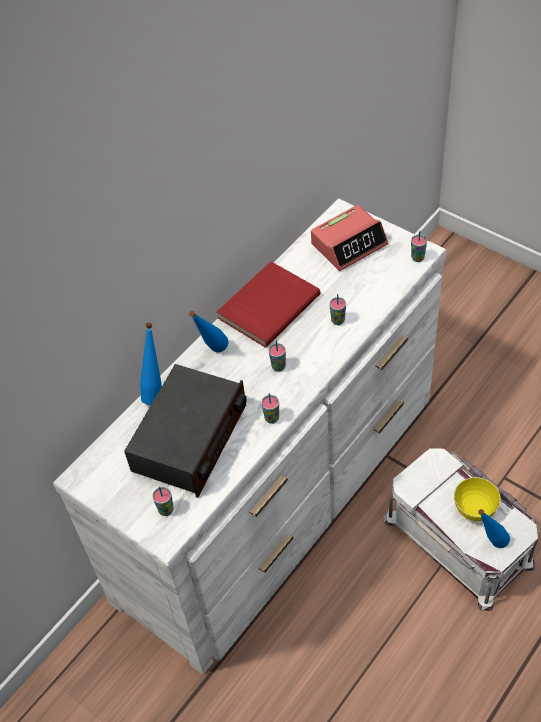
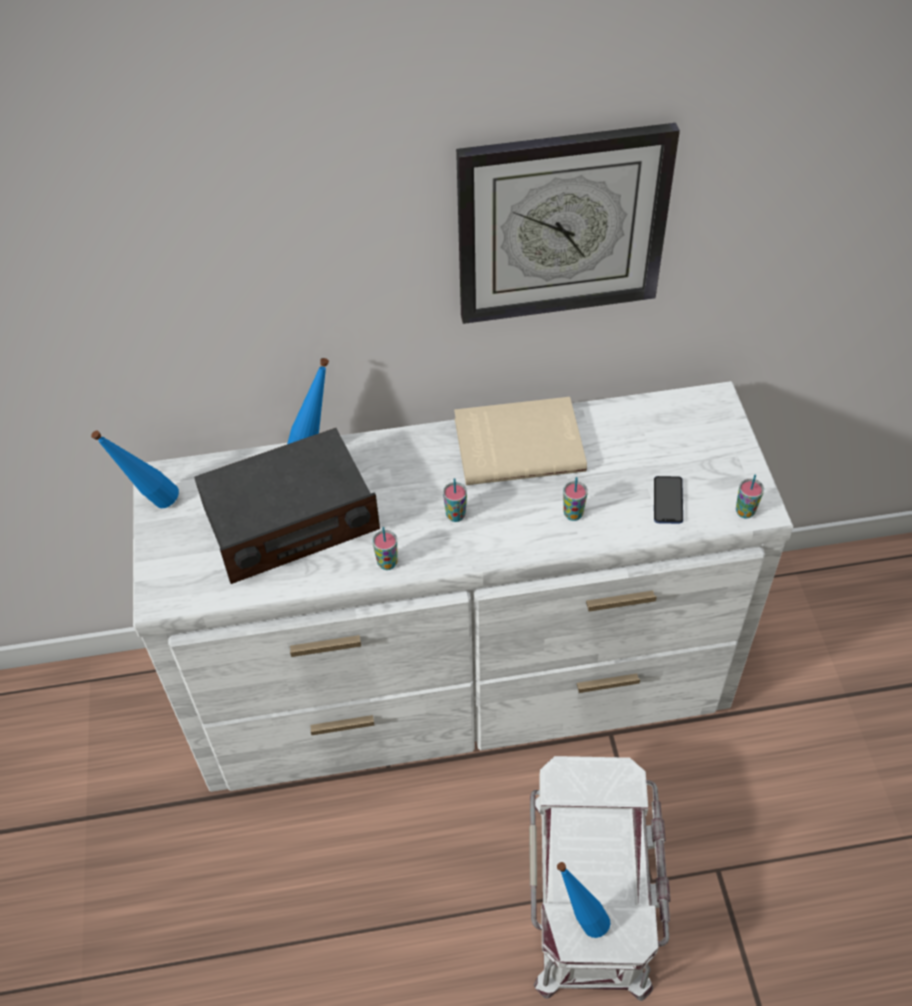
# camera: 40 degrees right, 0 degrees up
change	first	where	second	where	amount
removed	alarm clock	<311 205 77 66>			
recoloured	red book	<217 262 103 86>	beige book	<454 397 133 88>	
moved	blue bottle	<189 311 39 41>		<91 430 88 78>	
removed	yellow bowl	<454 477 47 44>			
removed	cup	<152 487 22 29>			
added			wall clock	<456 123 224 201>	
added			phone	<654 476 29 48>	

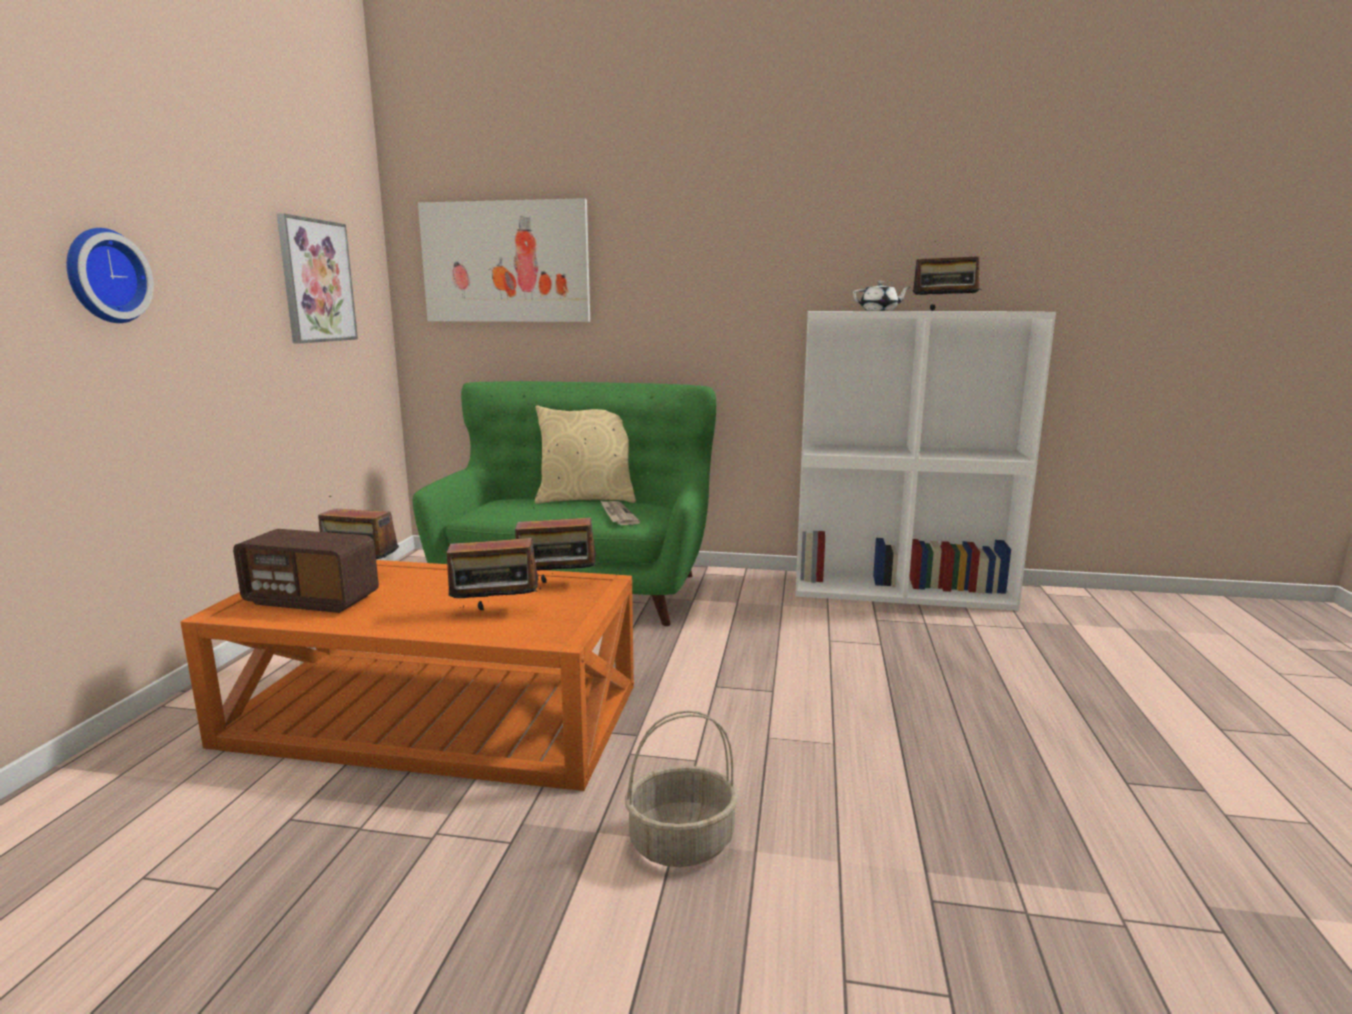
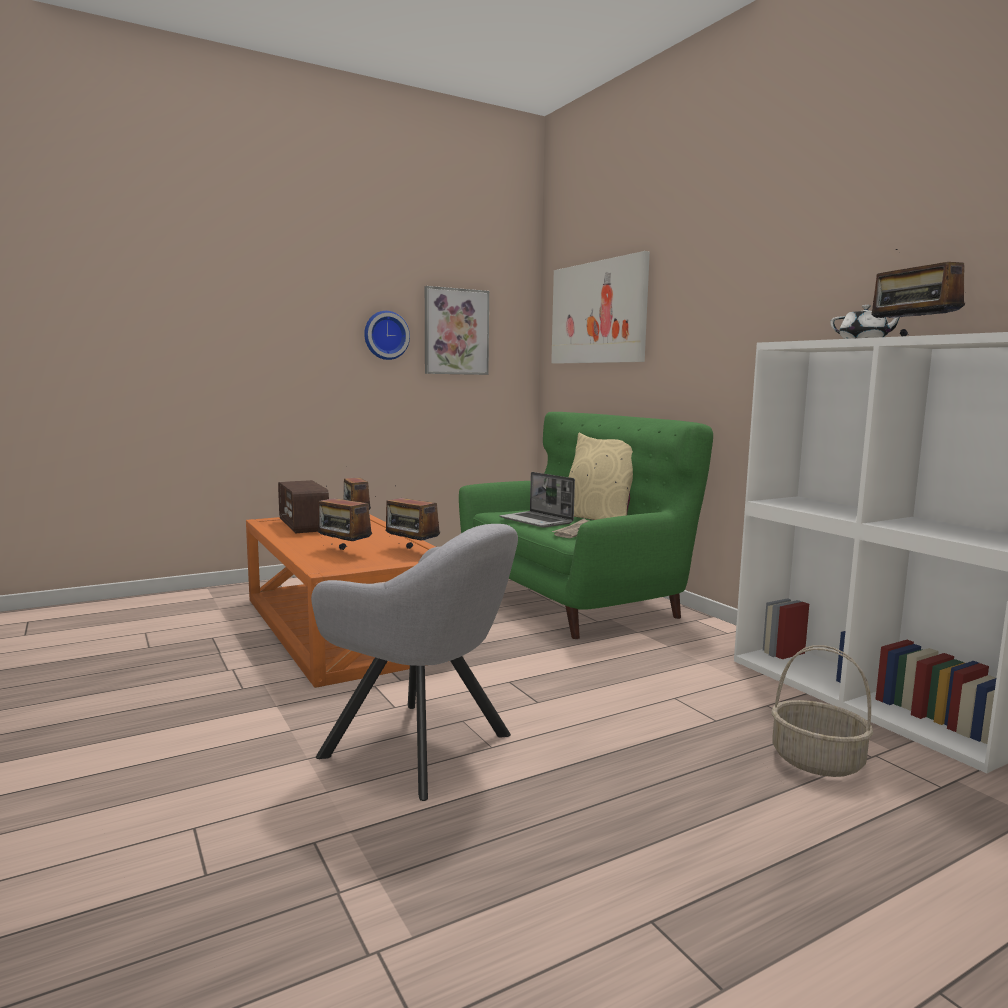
# camera: 50 degrees right, 5 degrees down
change	first	where	second	where	amount
moved	wall clock	<66 228 88 95>		<364 311 46 49>	
moved	basket	<625 710 114 157>		<771 645 102 132>	
added			laptop	<500 472 75 56>	
added			grey armchair	<311 524 207 277>	

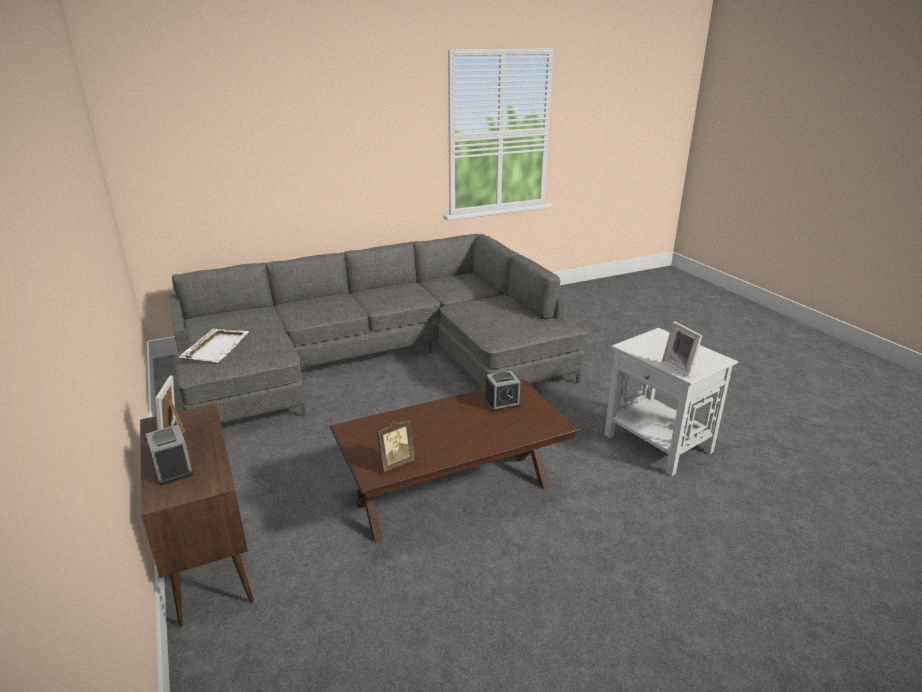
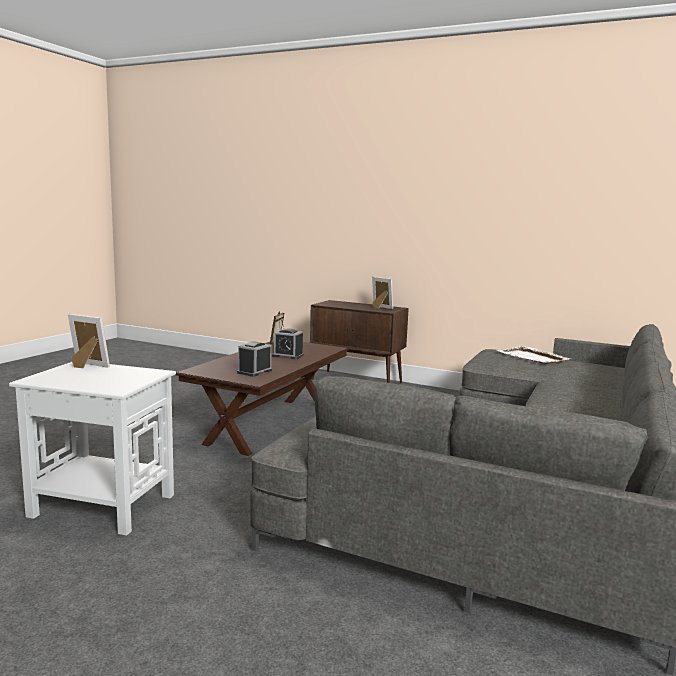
# camera: 140 degrees right, 15 degrees down
change	first	where	second	where	amount
moved	alarm clock	<146 424 47 61>		<272 328 32 31>	

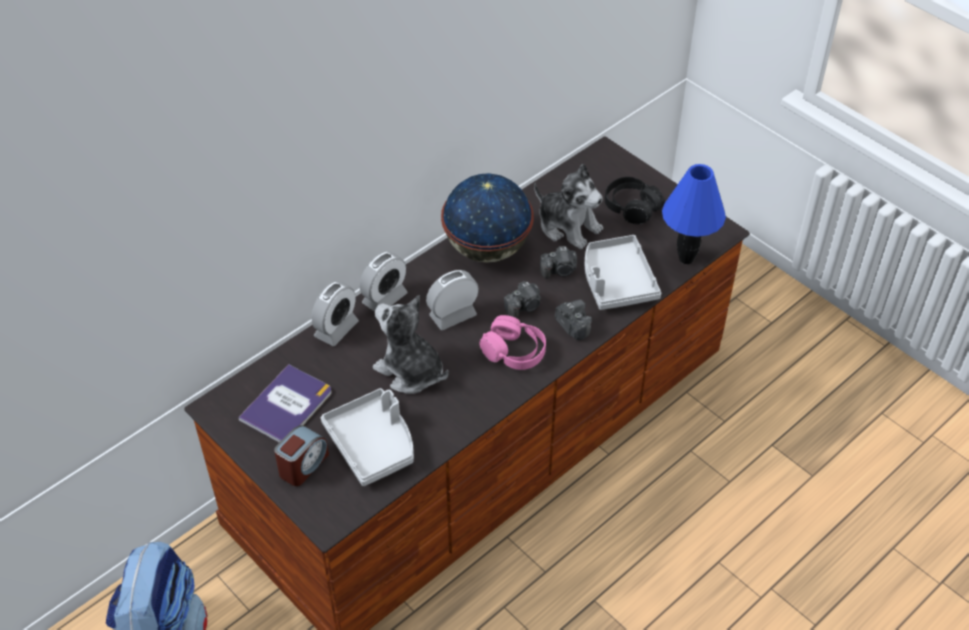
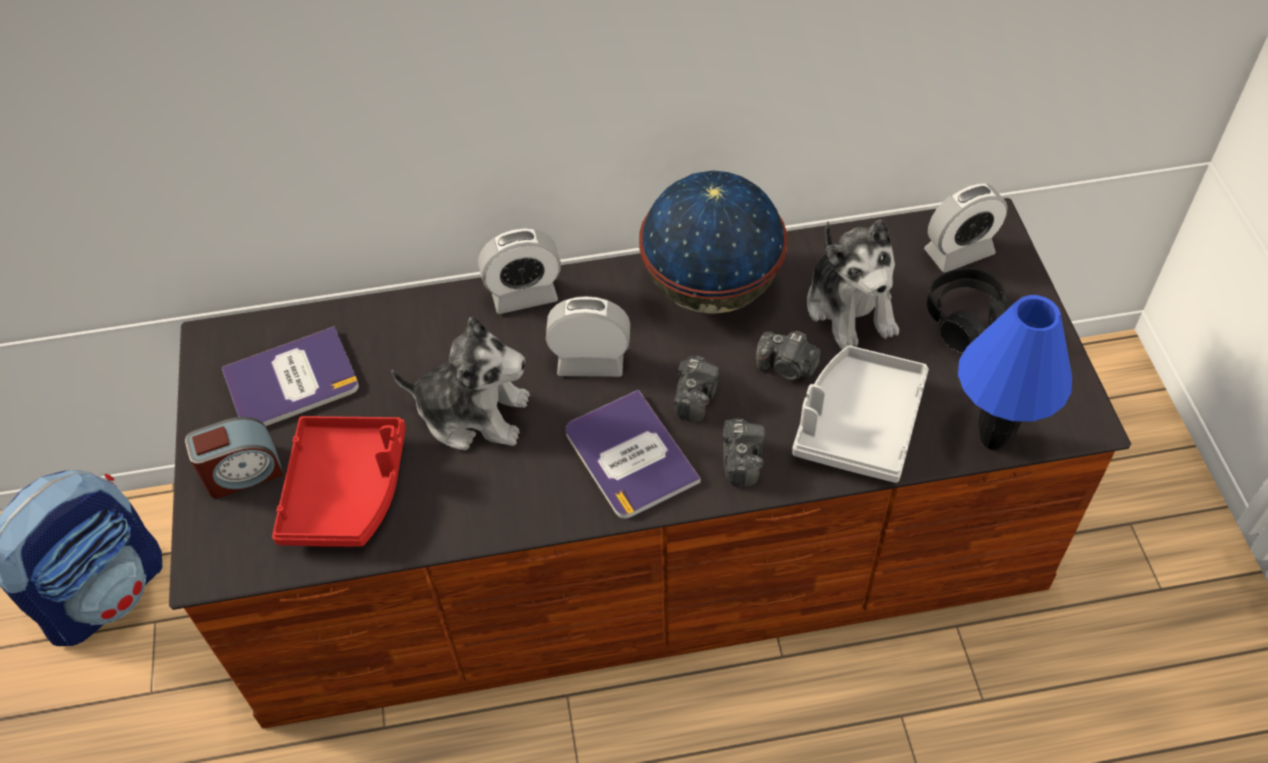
# camera: 35 degrees right, 5 degrees up
change	first	where	second	where	amount
moved	alarm clock	<312 281 47 65>		<924 183 84 89>	
turned	photo camera	<504 281 37 37>		<674 356 45 66>	75 degrees counterclockwise
turned	plush toy	<373 295 76 99>		<391 317 139 133>	120 degrees clockwise
replaced	pink headphones	<480 315 66 55>	book	<566 390 135 129>	
recoloured	grey tray	<321 388 93 98>	red tray	<272 416 134 131>	

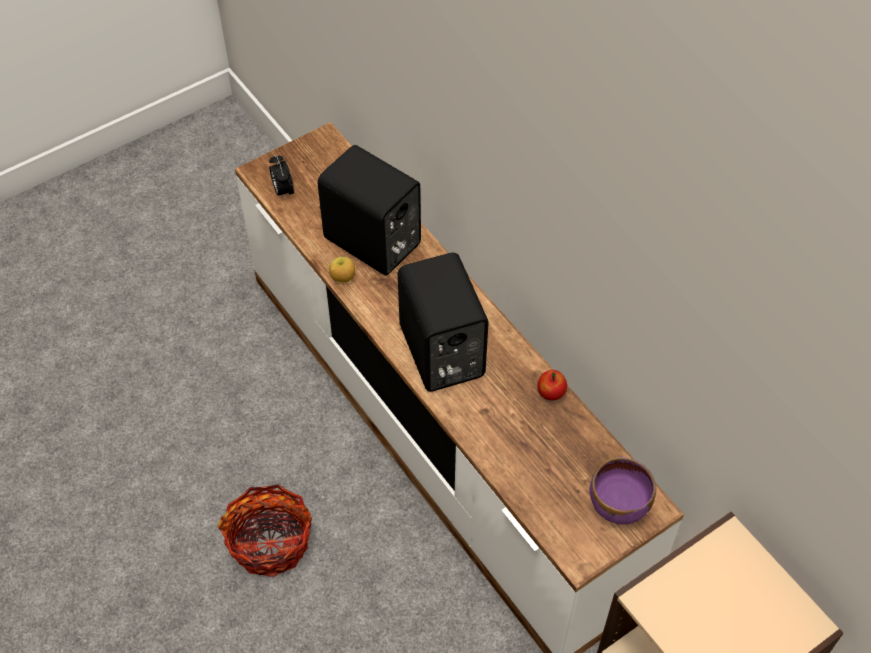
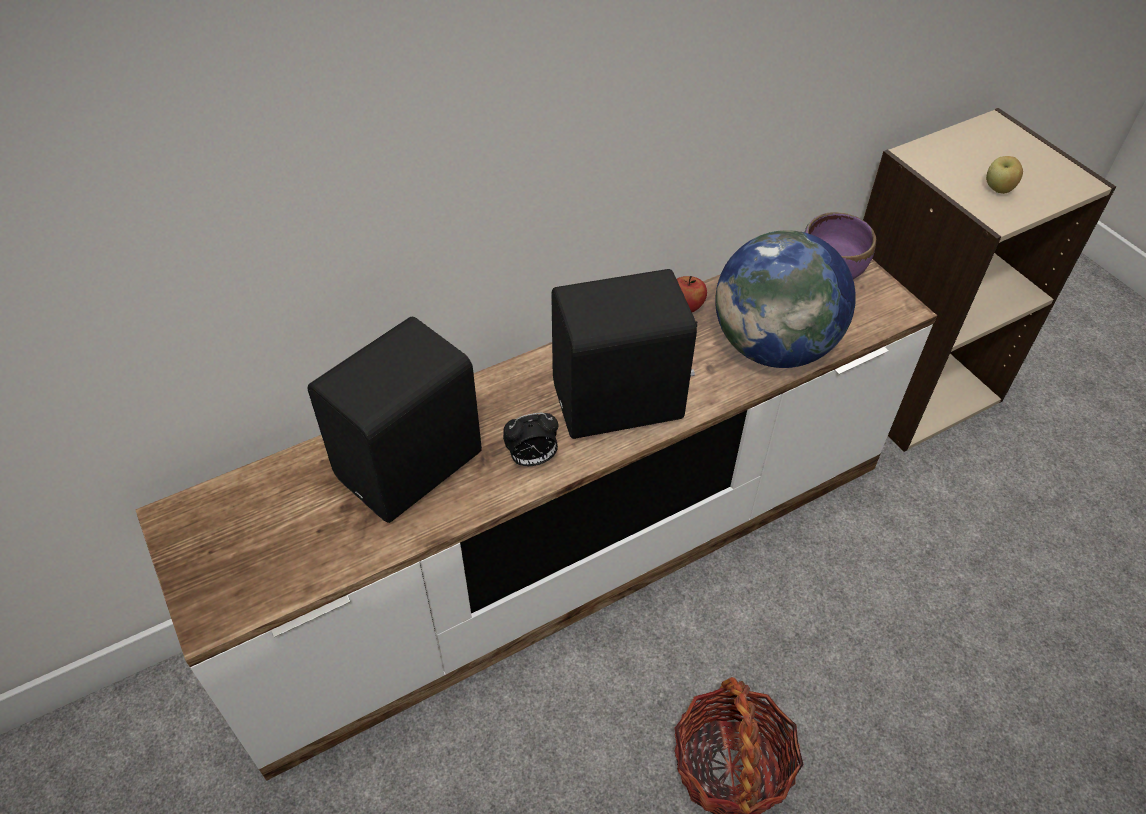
# camera: 85 degrees left, 5 degrees down
change	first	where	second	where	amount
moved	alarm clock	<269 155 25 44>		<503 413 56 53>	
moved	apple	<329 257 26 25>		<986 156 37 38>	
added			globe	<715 230 141 138>	

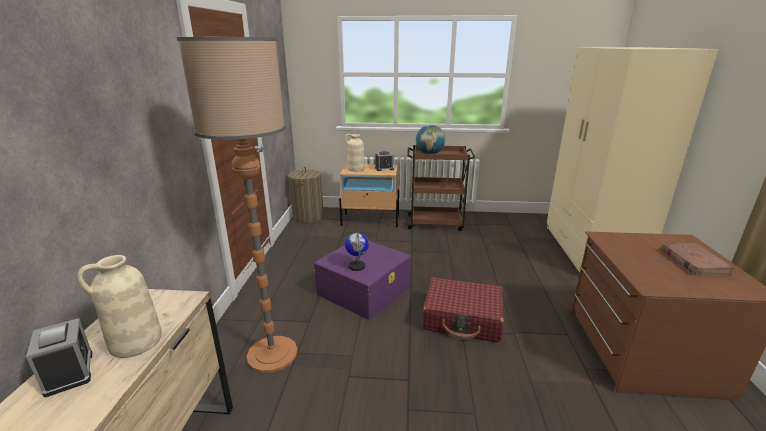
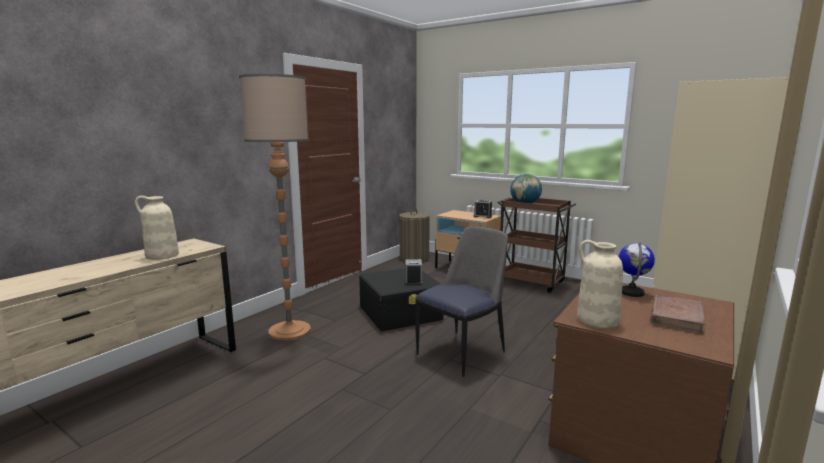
# camera: 30 degrees right, 10 degrees down
change	first	where	second	where	amount
moved	beige vase	<345 134 20 38>		<577 240 46 88>	
moved	globe	<345 232 24 39>		<619 241 36 56>	
recoloured	purple storage box	<314 241 97 79>	black storage box	<359 268 85 63>	
replaced	red suitcase	<423 277 81 66>	chair	<415 226 93 151>	
moved	alarm clock	<26 318 66 79>		<405 259 17 26>	

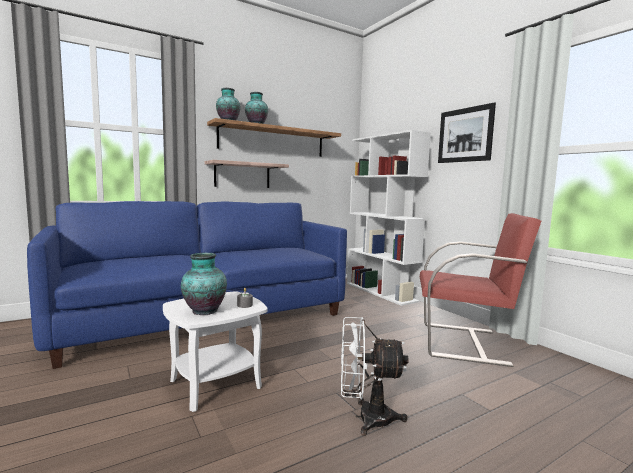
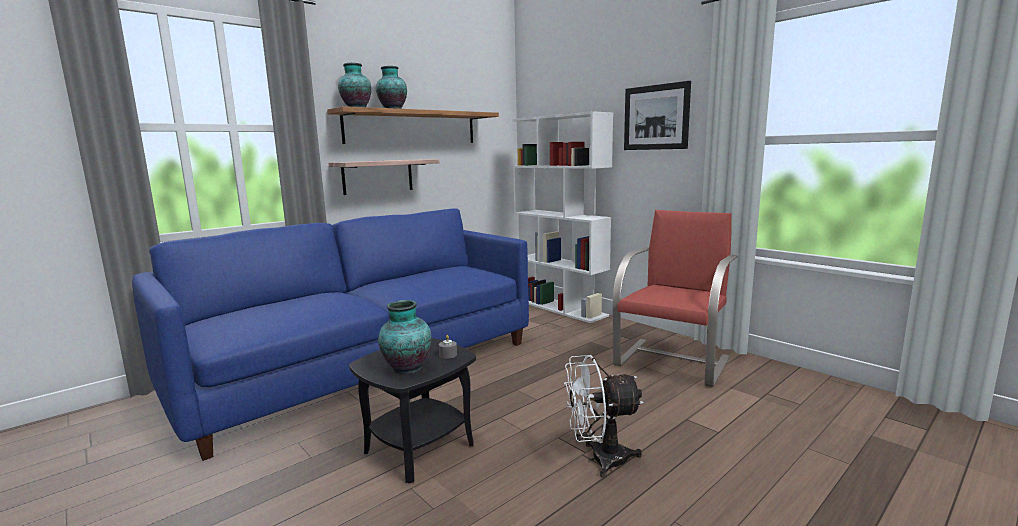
# camera: 10 degrees left, 5 degrees up
change	first	where	second	where	amount
turned	red armchair	<420 213 121 154>		<613 210 125 177>	60 degrees counterclockwise
recoloured	white side table	<163 291 105 121>	black side table	<349 338 127 146>	

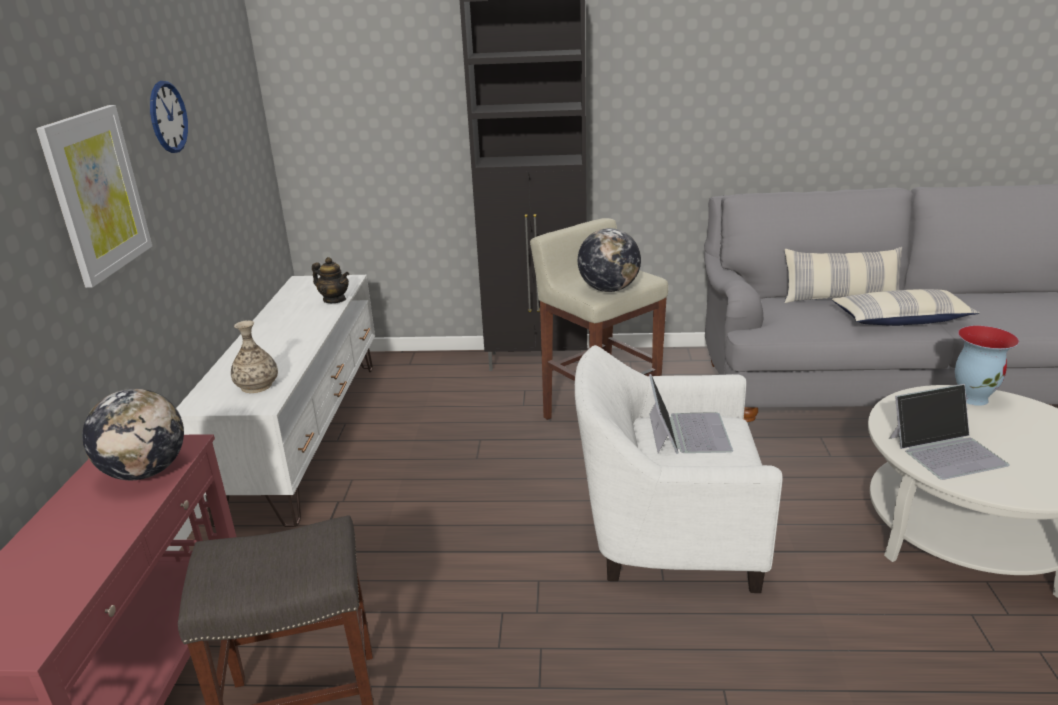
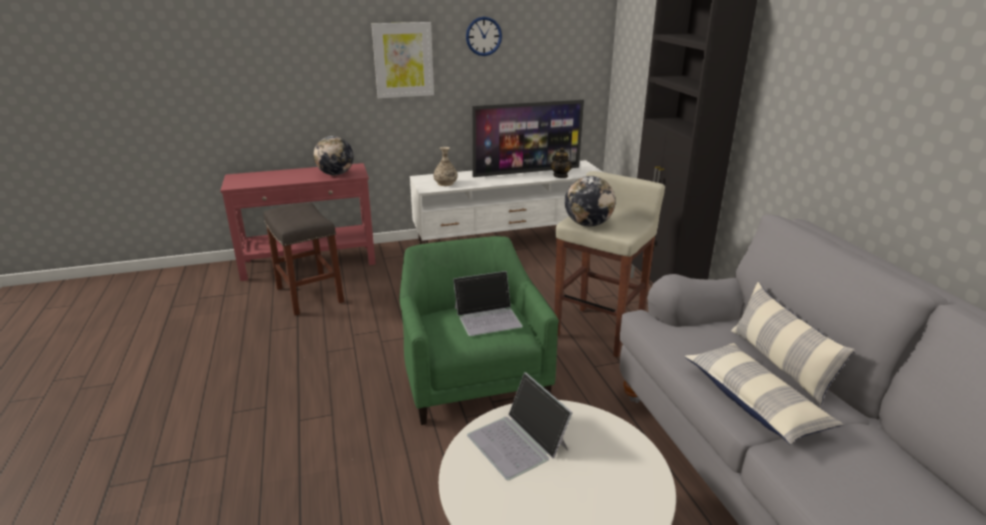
# camera: 70 degrees right, 0 degrees up
change	first	where	second	where	amount
removed	vase	<955 326 64 80>			
recoloured	white armchair	<575 345 208 248>	green armchair	<399 236 160 189>	
added			television	<472 100 112 77>	

